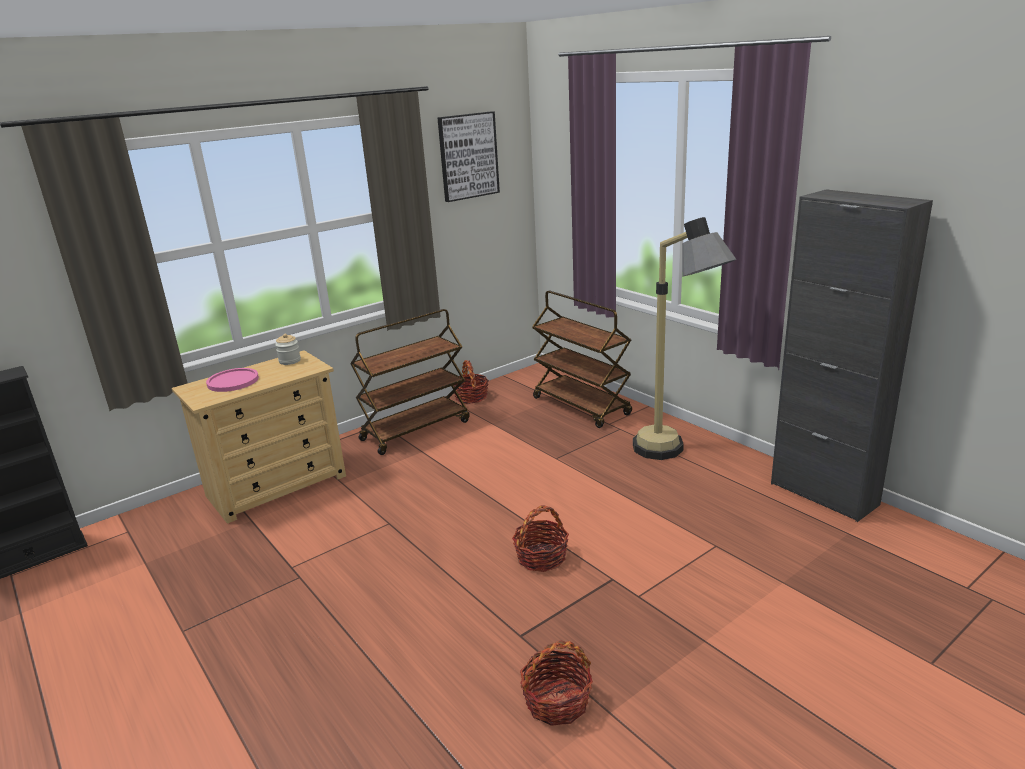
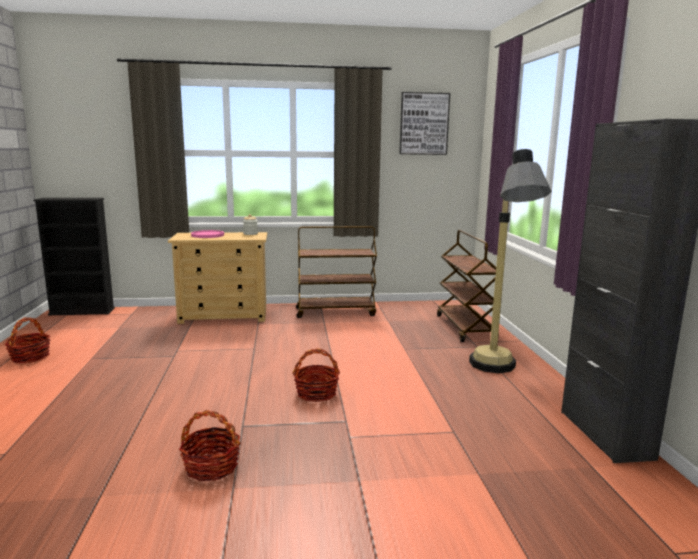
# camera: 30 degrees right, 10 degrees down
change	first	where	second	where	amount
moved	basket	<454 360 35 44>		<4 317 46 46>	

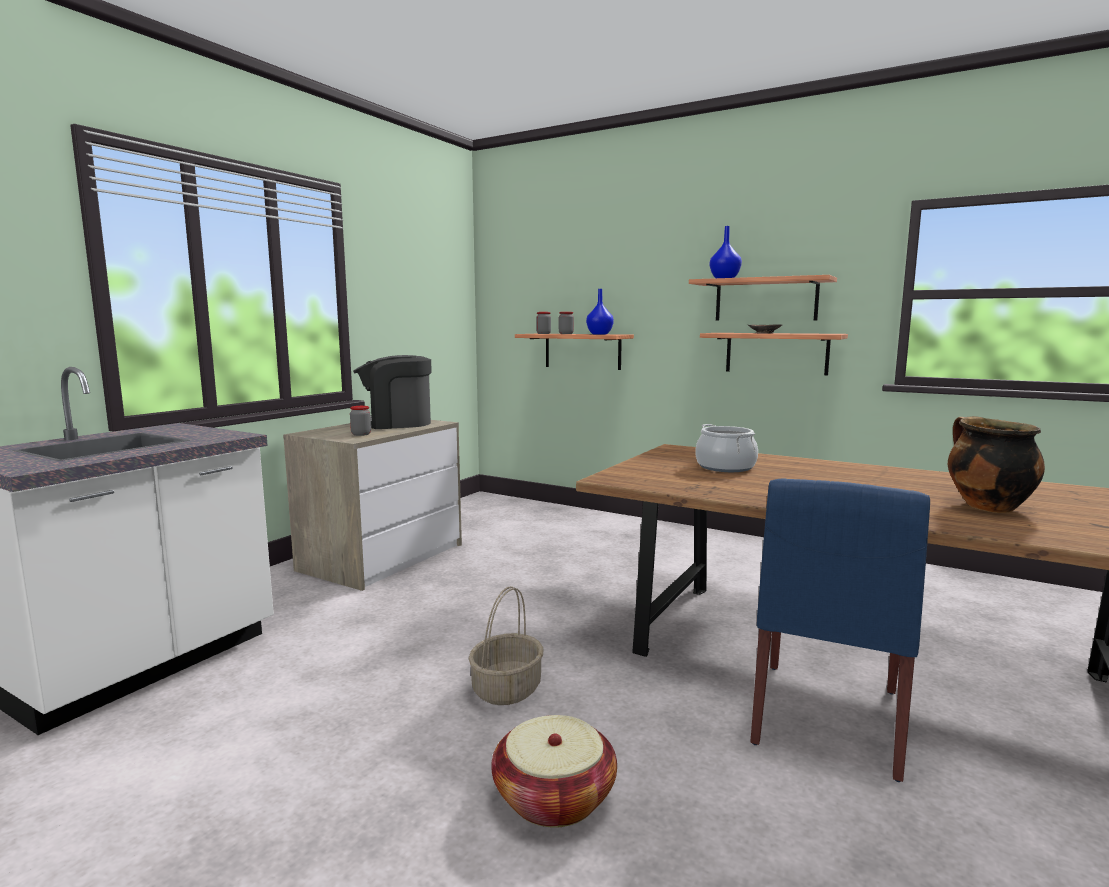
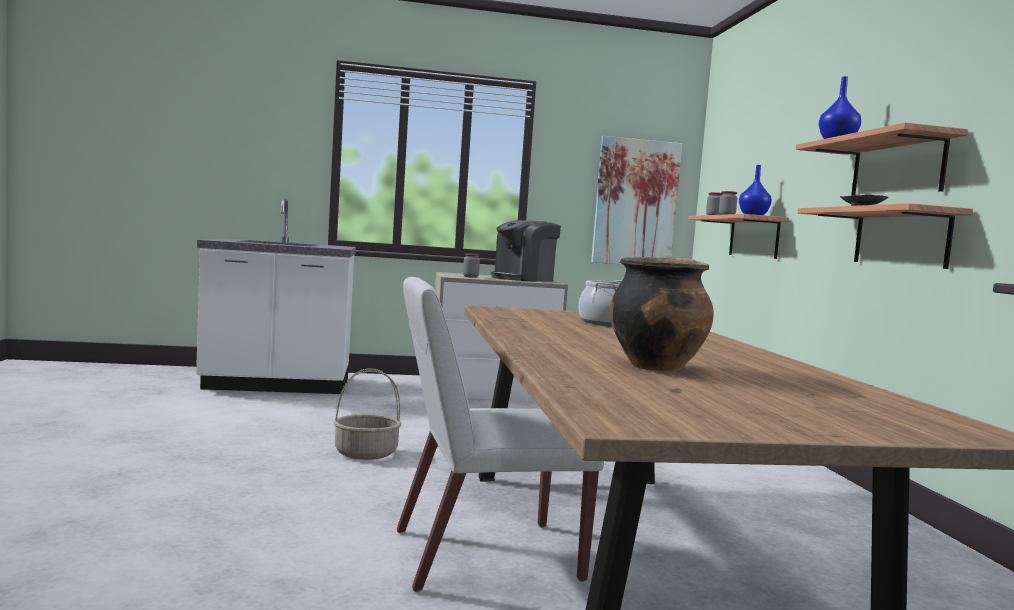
# camera: 50 degrees right, 5 degrees down
change	first	where	second	where	amount
turned	coffee machine	<353 355 79 74>		<491 220 70 62>	75 degrees counterclockwise
recoloured	blue chair	<750 479 180 303>	white chair	<397 277 207 315>	
removed	basket	<491 715 126 113>			
added			picture	<591 136 91 128>	

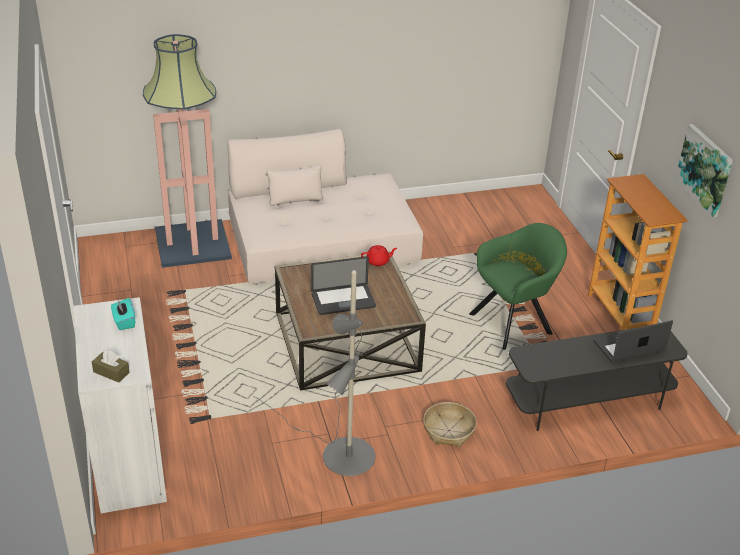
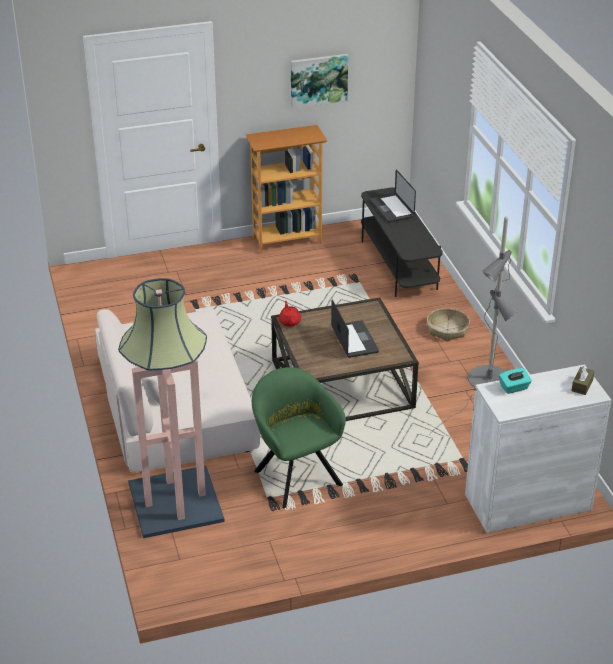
# camera: 90 degrees left, 0 degrees up
change	first	where	second	where	amount
moved	green armchair	<469 223 98 127>		<252 367 94 141>	

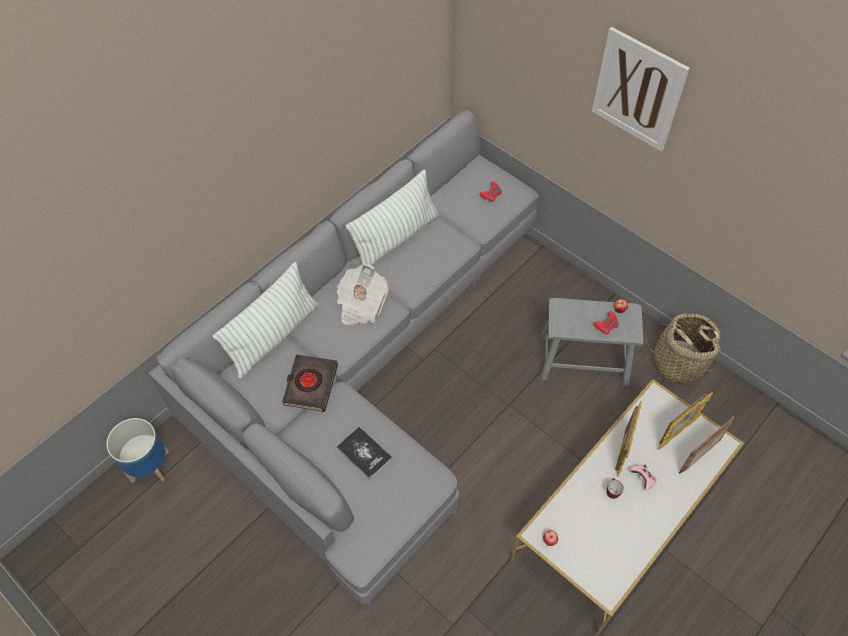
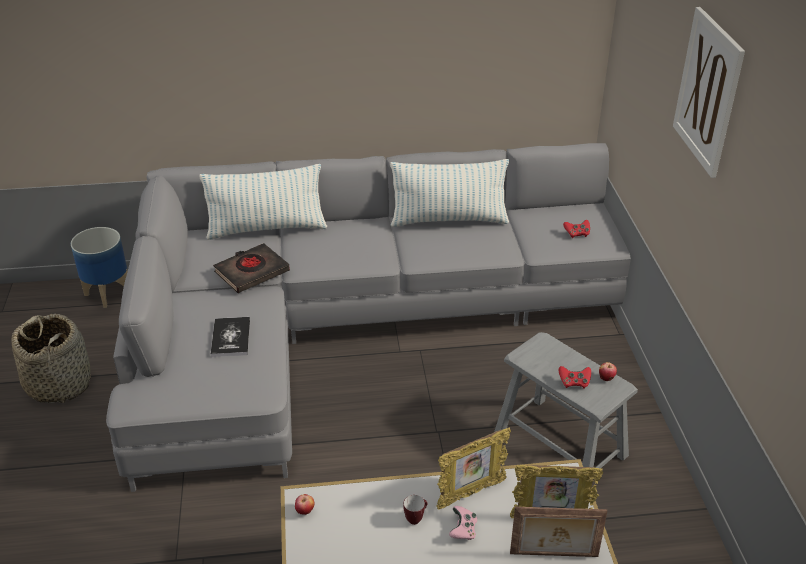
# camera: 40 degrees right, 20 degrees down
change	first	where	second	where	amount
removed	newspaper	<336 264 53 61>			
moved	basket	<646 314 76 69>		<12 314 79 89>	

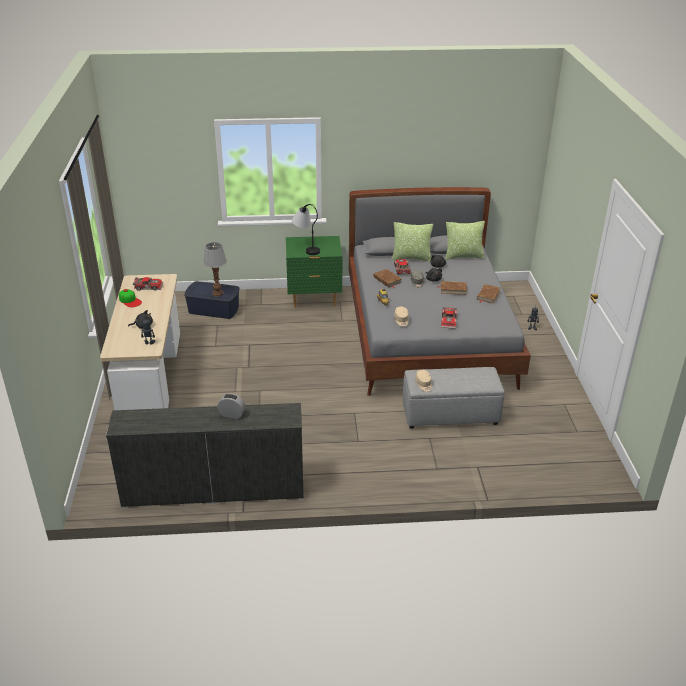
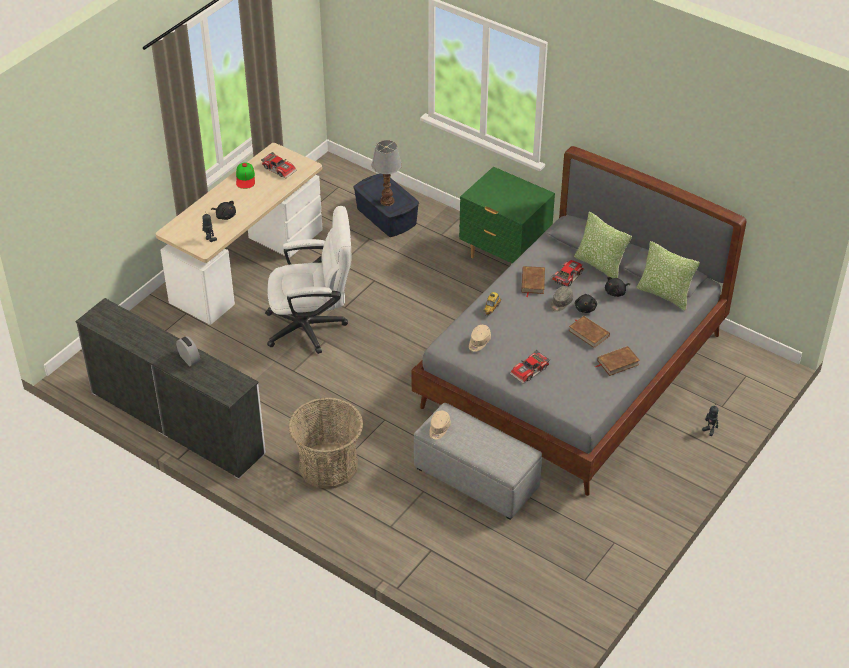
# camera: 40 degrees right, 10 degrees up
change	first	where	second	where	amount
removed	table lamp	<292 204 28 51>			
added			white office chair	<265 206 86 148>	
added			basket	<288 397 75 92>	

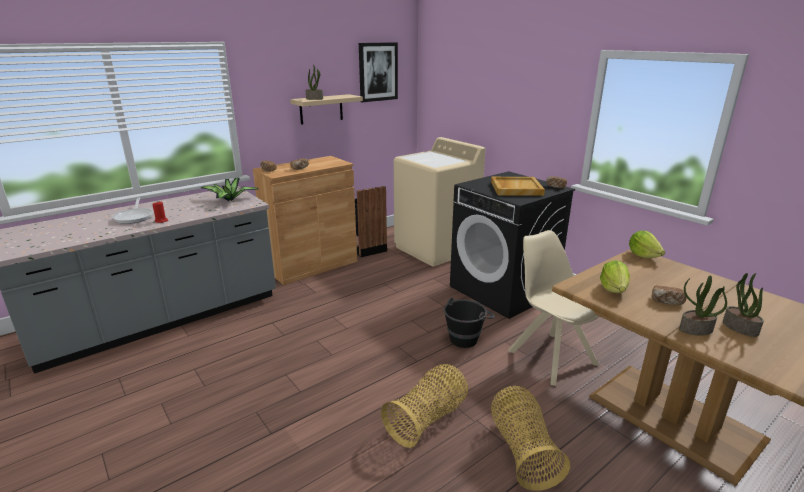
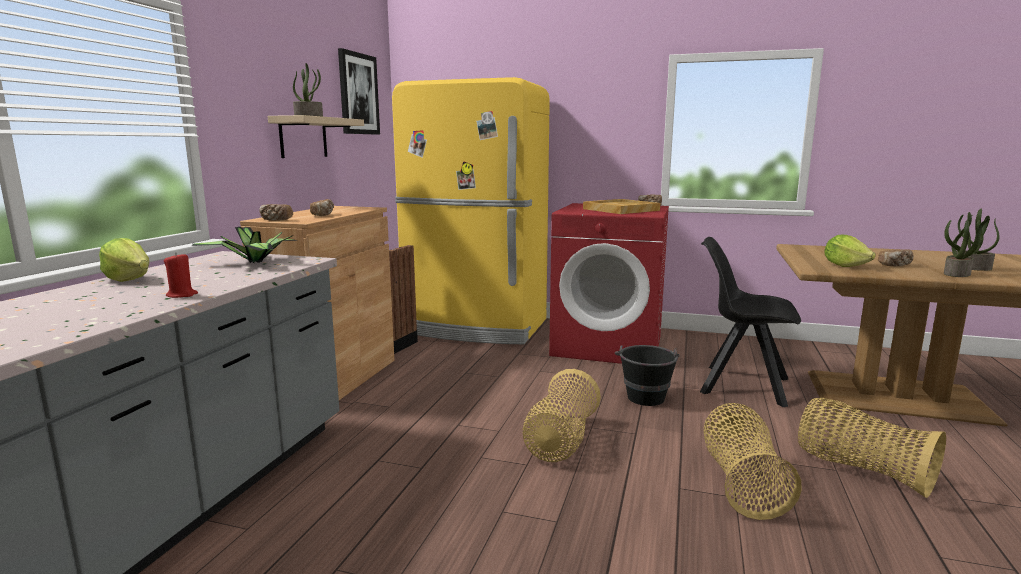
# camera: 35 degrees left, 10 degrees down
change	first	where	second	where	amount
replaced	beige washing machine	<394 137 91 130>	yellow fridge	<392 77 158 267>	
recoloured	black washing machine	<450 171 125 148>	red washing machine	<549 203 120 161>	
removed	frying pan	<112 198 41 26>			
recoloured	beige chair	<508 230 92 156>	black chair	<700 237 101 170>	
moved	lettuce	<629 231 36 27>		<99 238 50 44>	
added			basket	<523 369 78 93>	

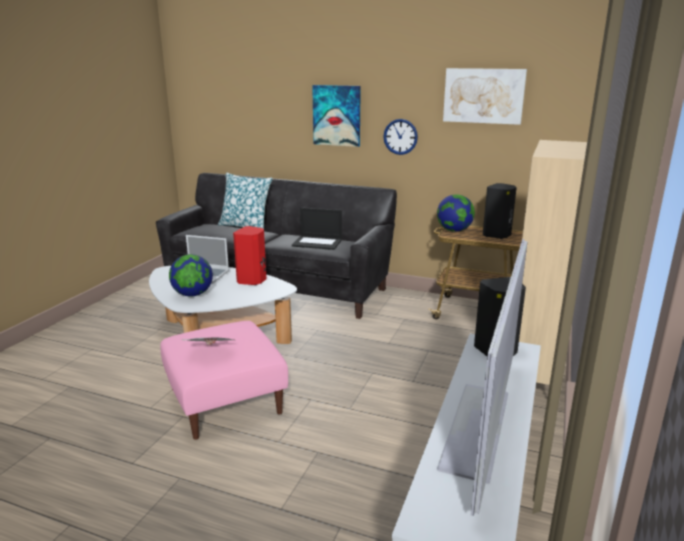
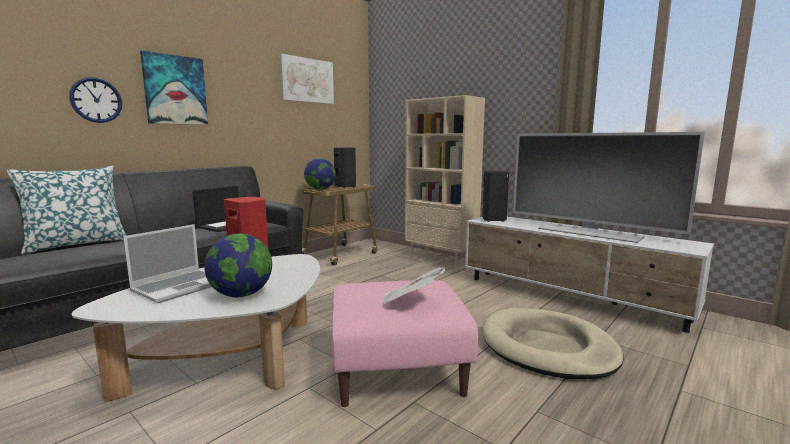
# camera: 70 degrees left, 10 degrees down
change	first	where	second	where	amount
moved	wall clock	<383 119 35 36>		<69 77 53 46>	
added			beige dog bed	<482 308 142 71>	

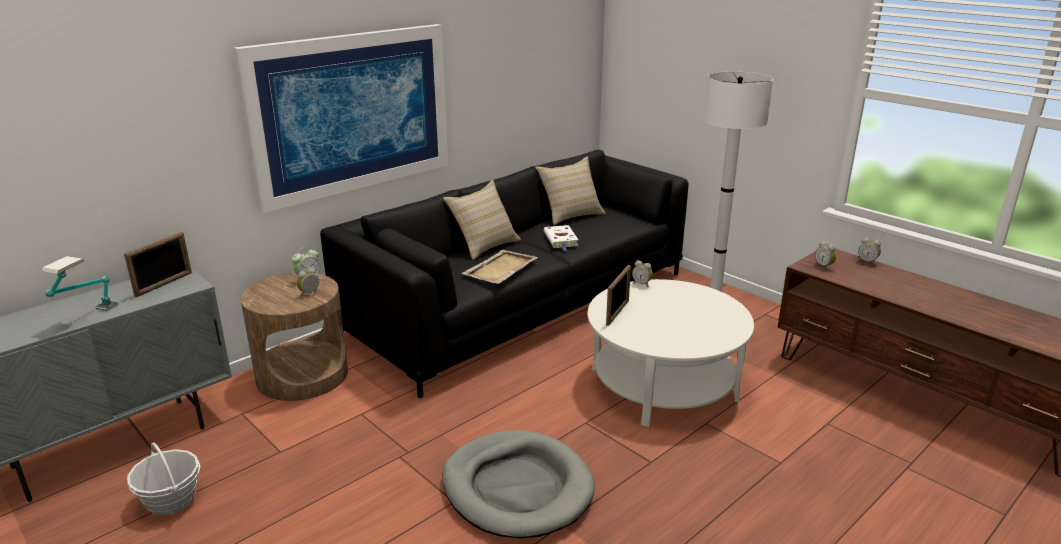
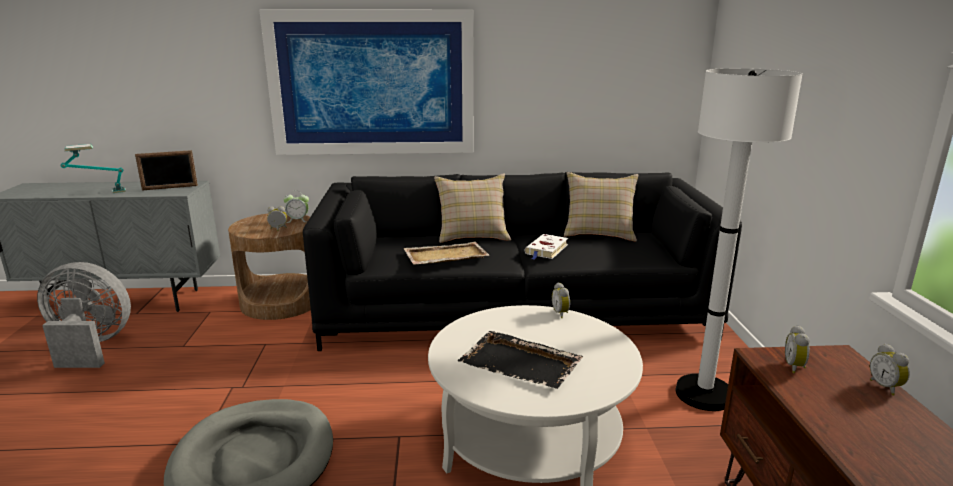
# camera: 40 degrees right, 5 degrees down
change	first	where	second	where	amount
removed	picture frame	<606 265 25 61>			
replaced	basket	<127 442 73 73>	grey fan	<37 262 94 106>	
added			black tray	<458 331 125 58>	

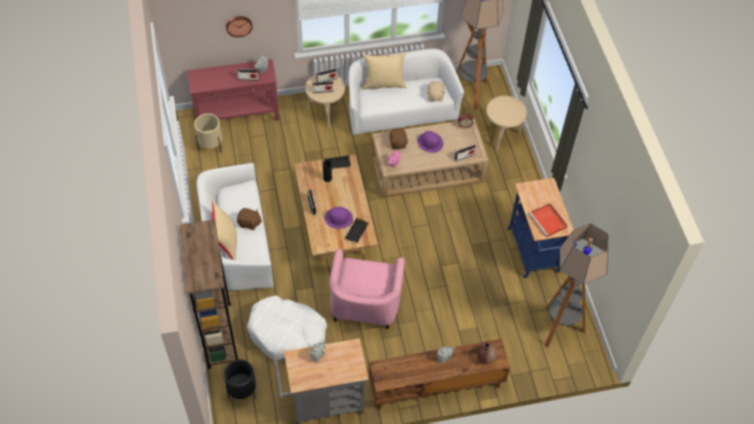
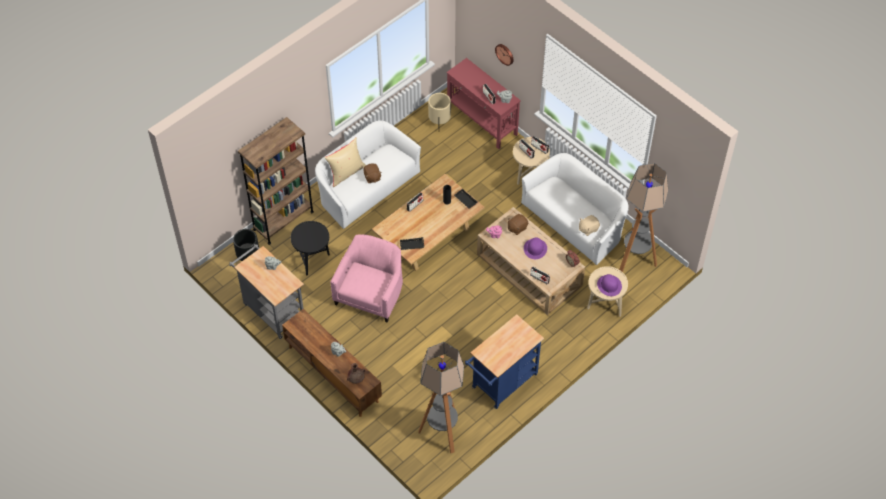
# camera: 60 degrees right, 0 degrees up
change	first	where	second	where	amount
removed	beige pillow	<363 53 43 37>			
removed	red tray	<529 203 39 35>			
moved	purple hat	<325 207 28 22>		<597 274 25 22>	
turned	pink armchair	<329 249 76 80>		<330 234 73 88>	135 degrees clockwise
replaced	white dog bed	<247 295 80 64>	black side table	<291 221 39 55>	

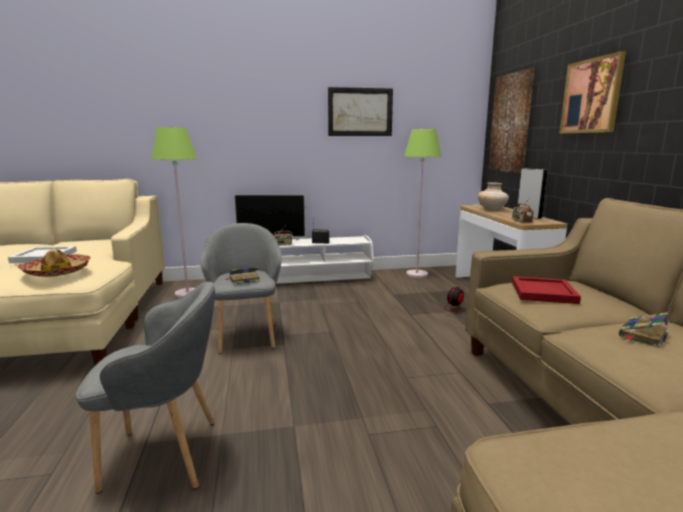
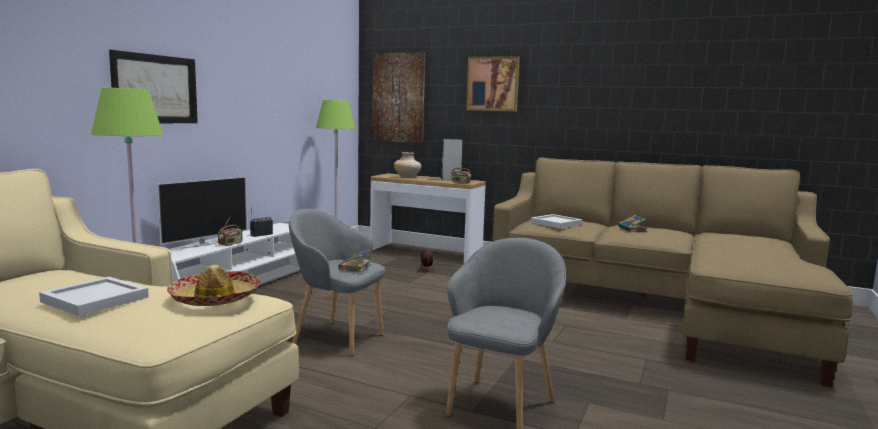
# camera: 55 degrees left, 5 degrees down
change	first	where	second	where	amount
moved	picture	<328 87 65 49>		<109 50 89 73>	
recoloured	red tray	<512 276 69 28>	white tray	<531 214 51 15>	

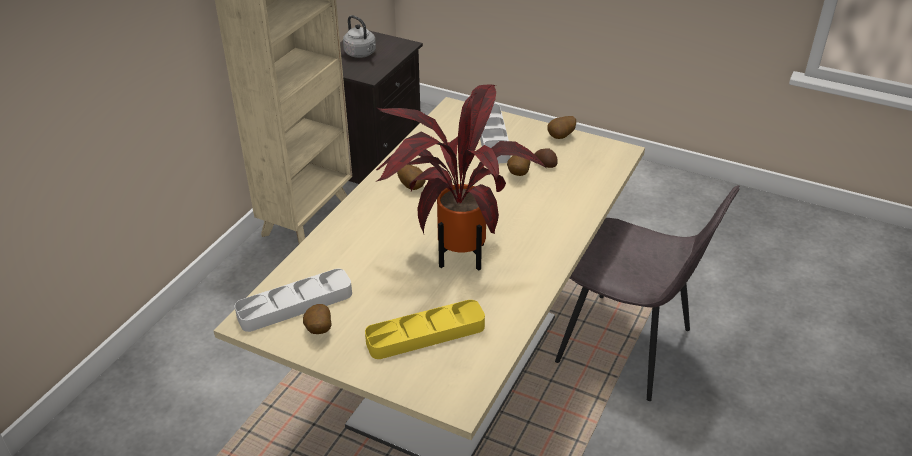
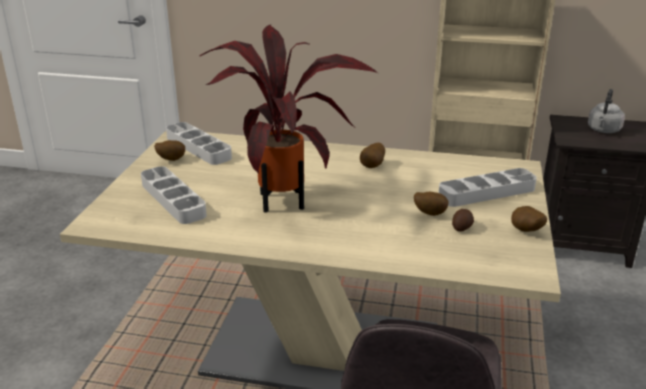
# camera: 75 degrees right, 10 degrees down
change	first	where	second	where	amount
recoloured	yellow tray	<365 300 120 59>	grey tray	<141 166 66 58>	

